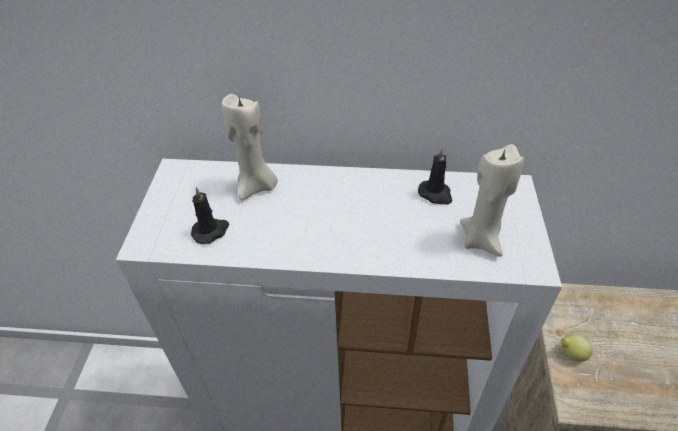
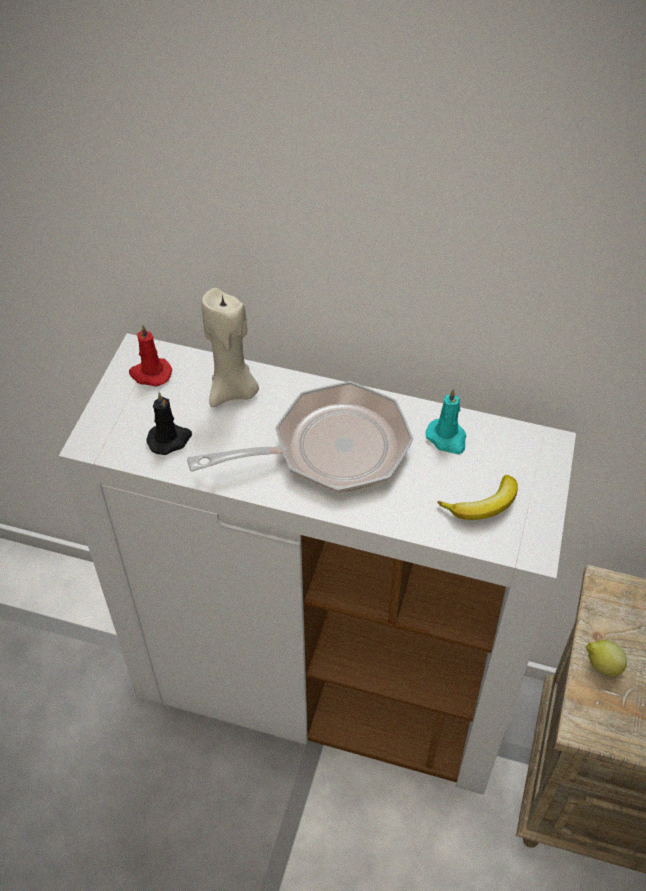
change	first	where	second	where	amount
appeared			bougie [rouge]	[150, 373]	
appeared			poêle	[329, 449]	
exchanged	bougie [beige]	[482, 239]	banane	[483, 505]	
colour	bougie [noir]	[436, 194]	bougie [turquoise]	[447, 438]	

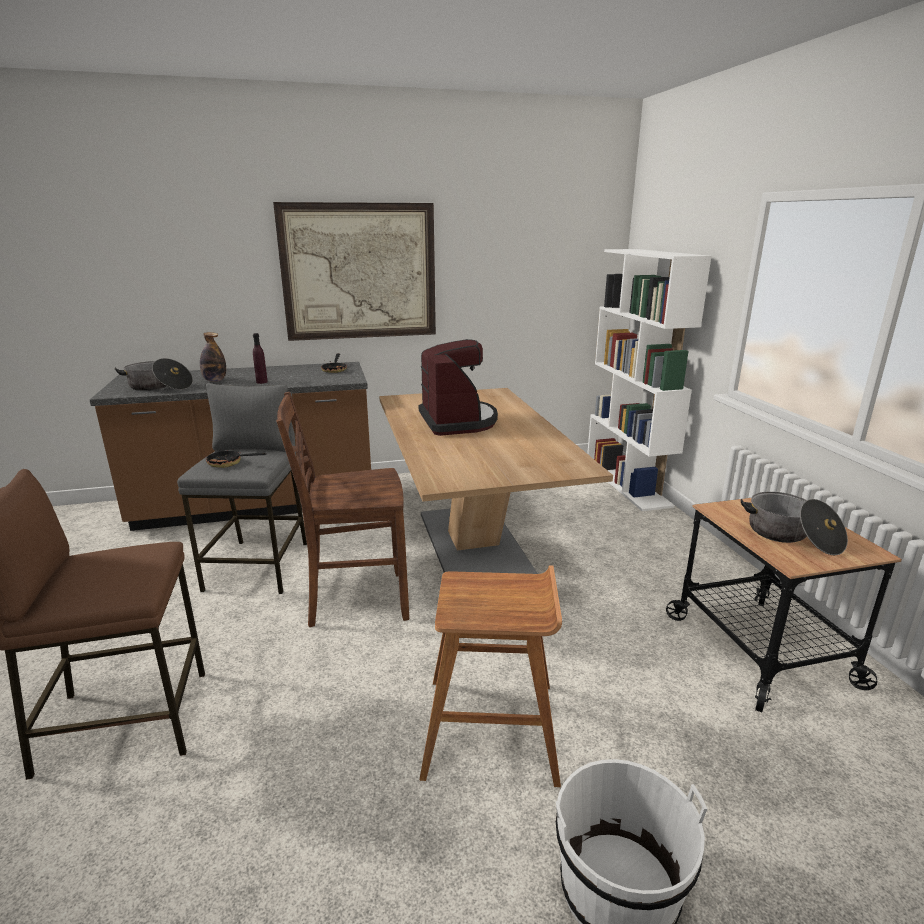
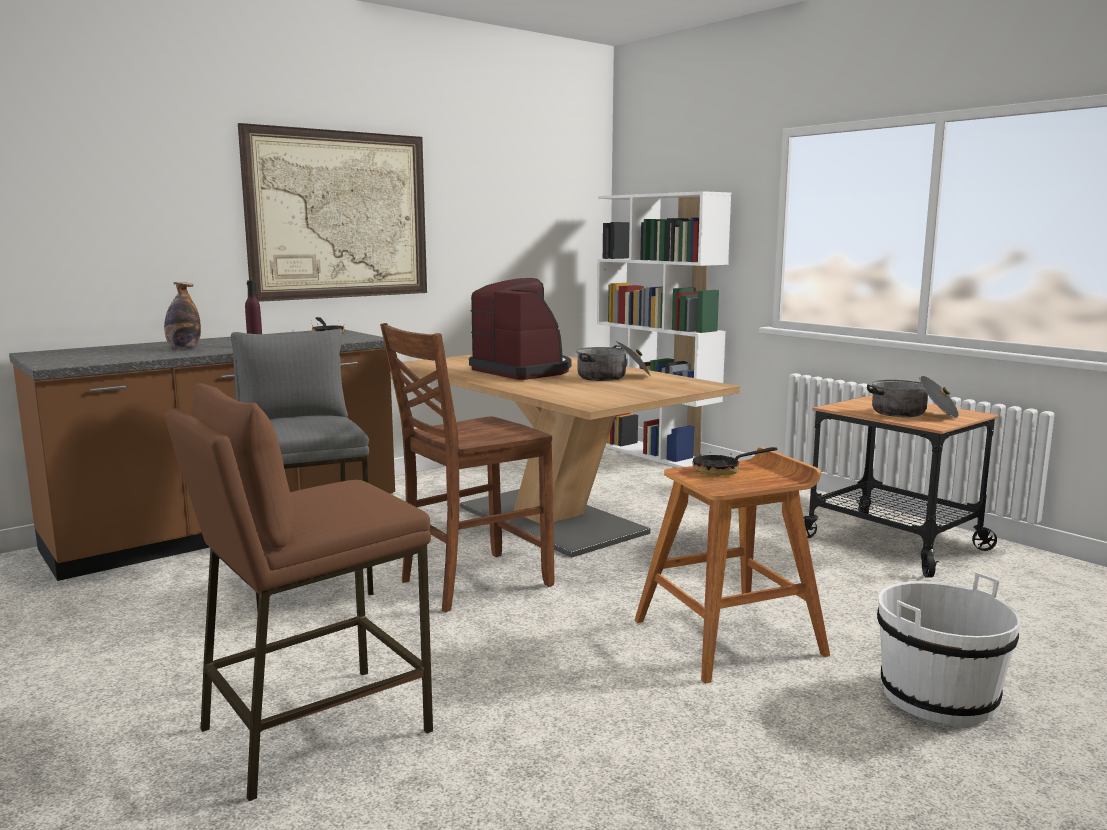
change	first	where	second	where	amount
relocated	marmite	[159, 387]		[612, 377]	
relocated	poêle	[229, 463]		[723, 470]	

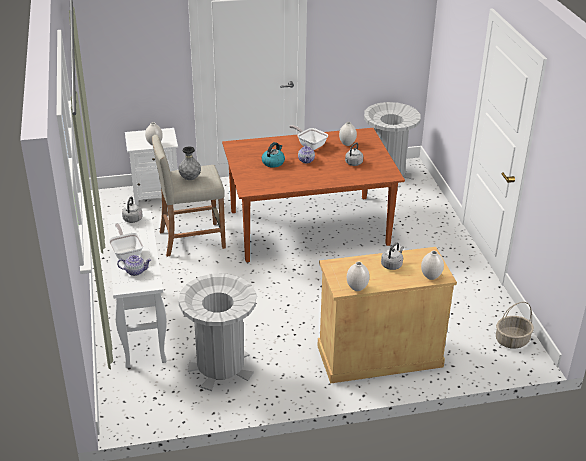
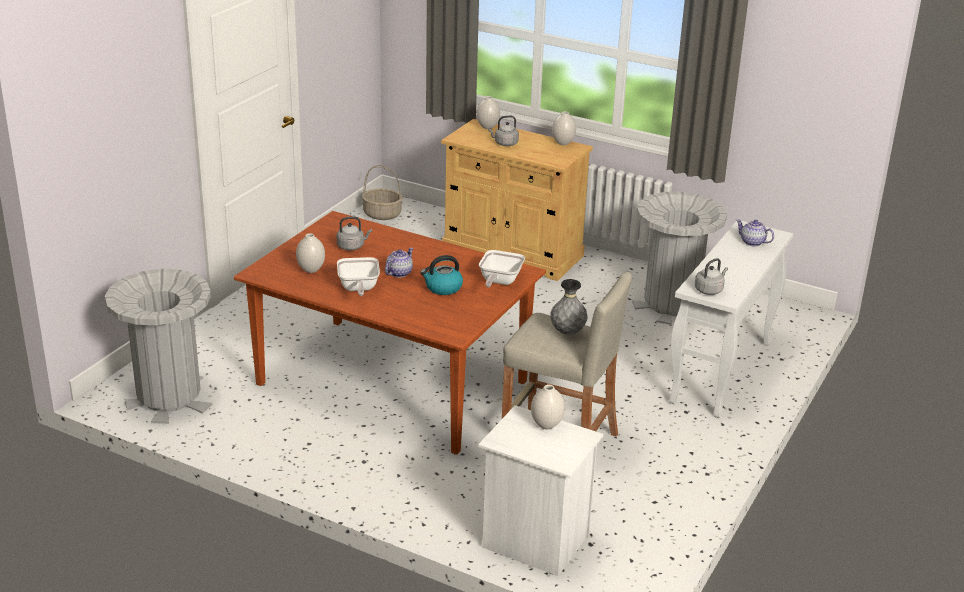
change	first	where	second	where	amount
relocated	poêle	[126, 253]		[499, 282]	

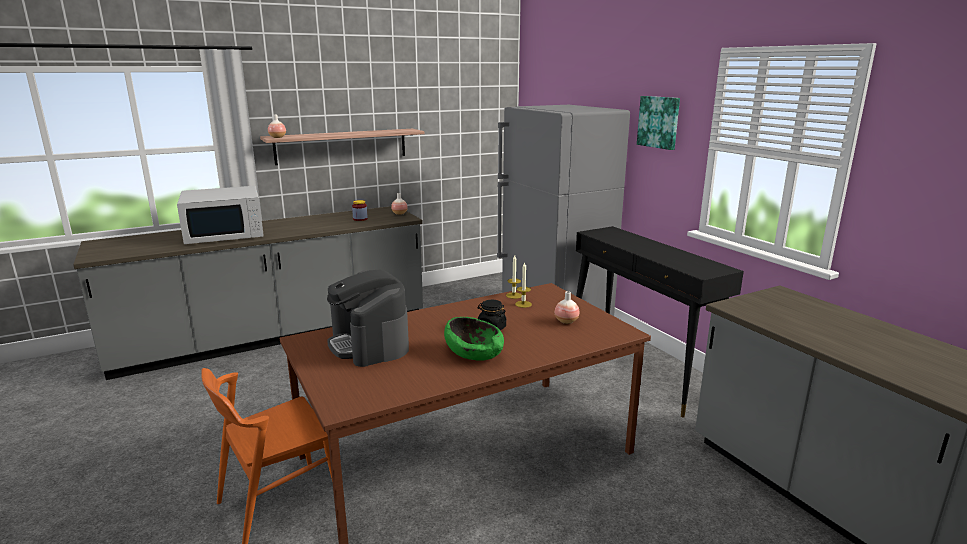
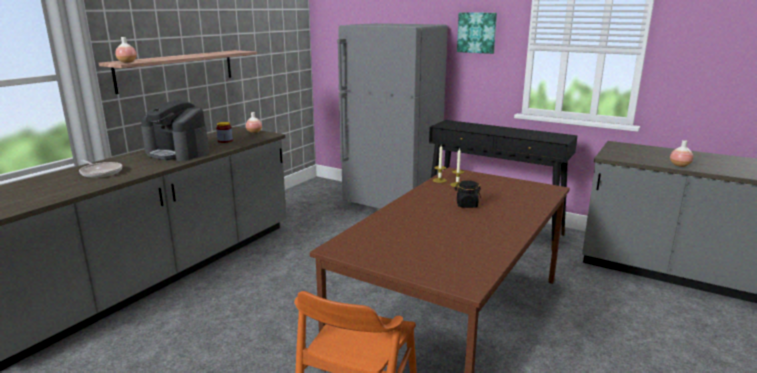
change	first	where	second	where	amount
missing	bol [vert]	[474, 353]			
relocated	machine à café	[369, 344]		[178, 153]	
relocated	vase	[566, 321]		[679, 165]	
exchanged	micro-ondes [blanc]	[225, 233]	poêle	[100, 172]	

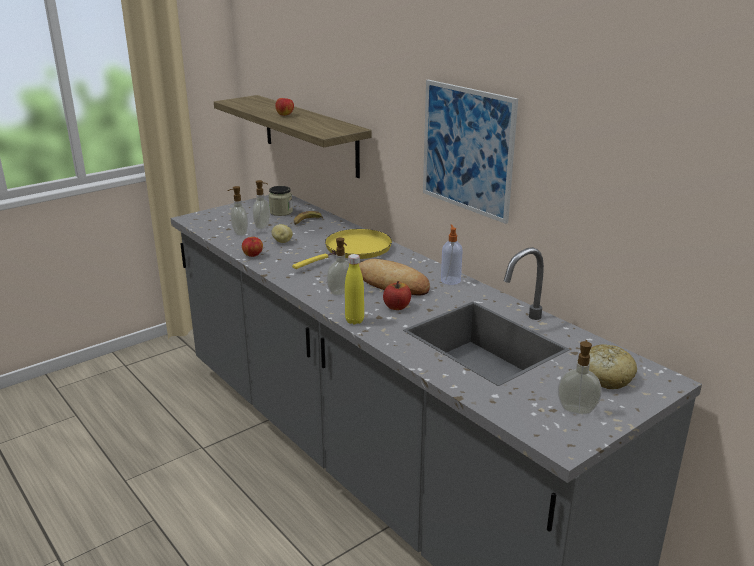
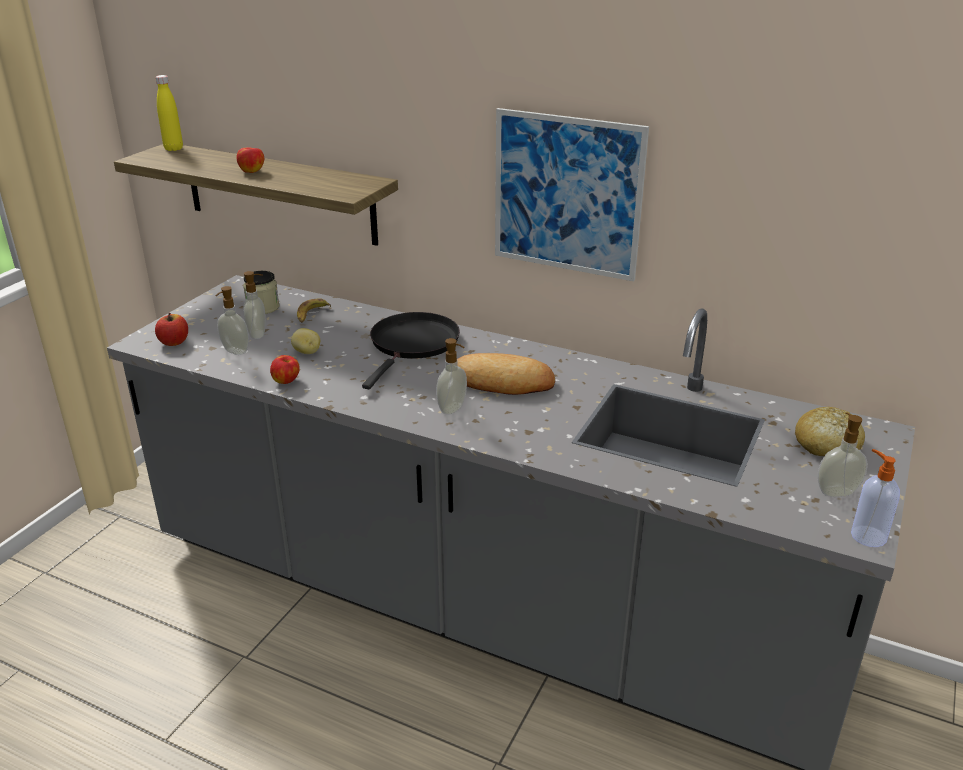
change	first	where	second	where	amount
relocated	bouteille [jaune]	[354, 320]		[173, 149]	
relocated	pomme	[397, 307]		[174, 342]	
relocated	distributeur de savon	[450, 280]		[867, 535]	
colour	poêle [jaune]	[354, 250]	poêle [noir]	[413, 344]	

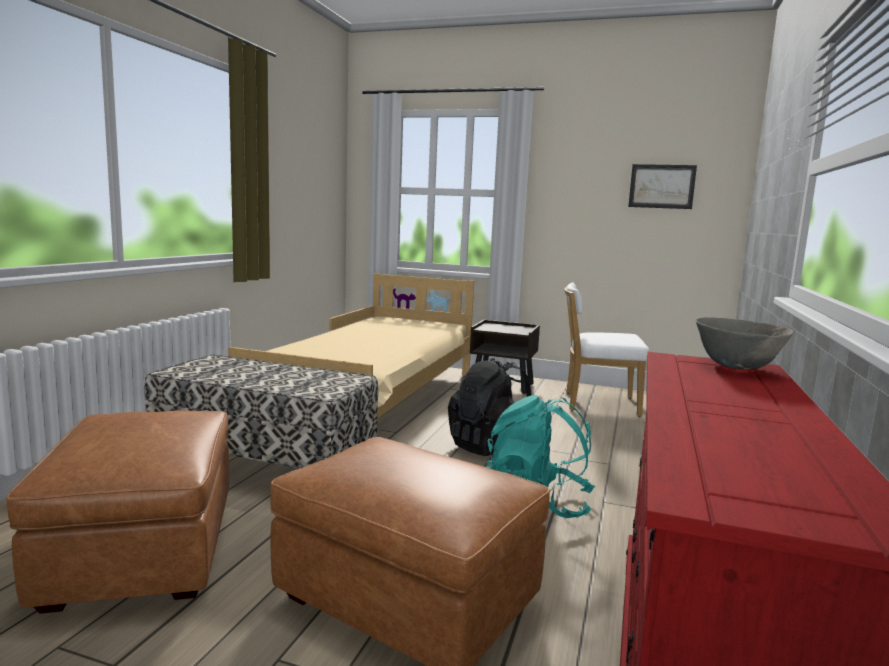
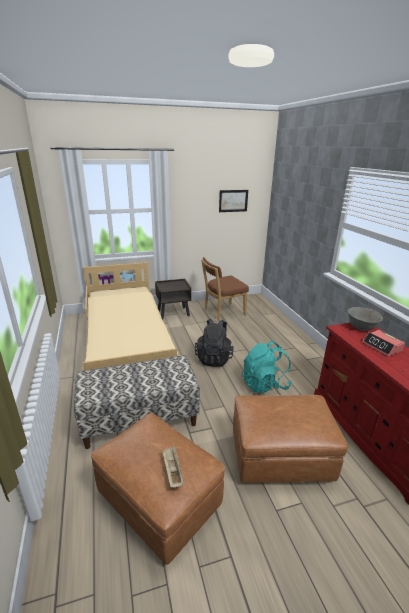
change	first	where	second	where	amount
appeared			plateau [beige]	[172, 471]	
appeared			réveil	[382, 347]	
colour	chaise [blanc]	[597, 403]	chaise [marron]	[222, 312]	

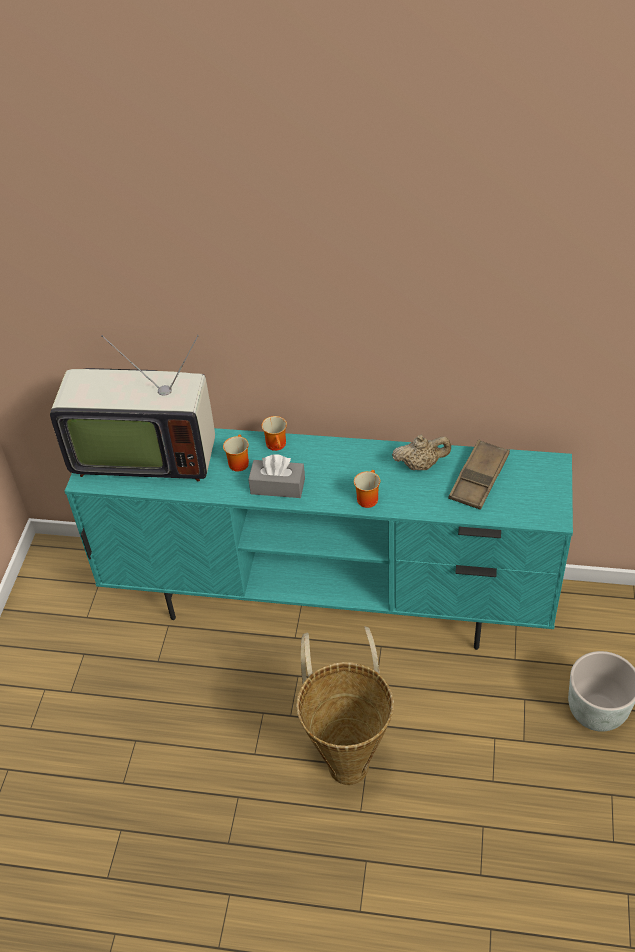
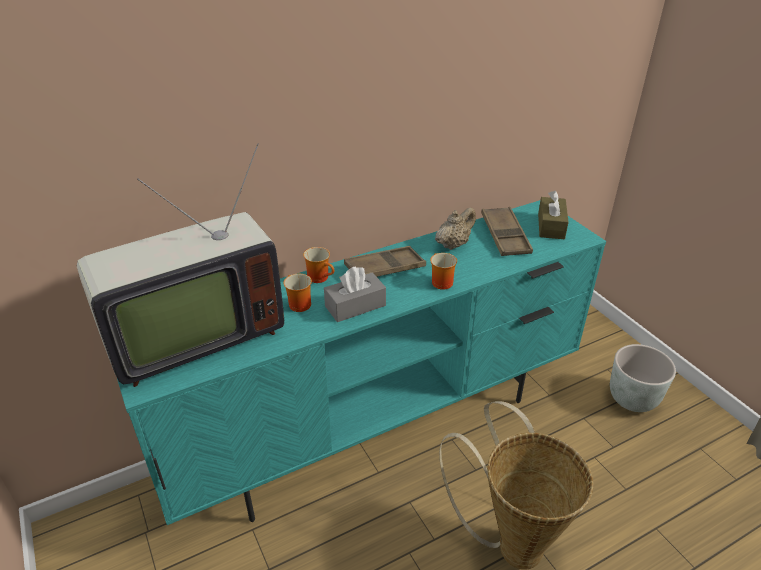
change	first	where	second	where	amount
appeared			plateau [marron]	[385, 268]	
appeared			boîte à mouchoirs [marron]	[551, 226]	

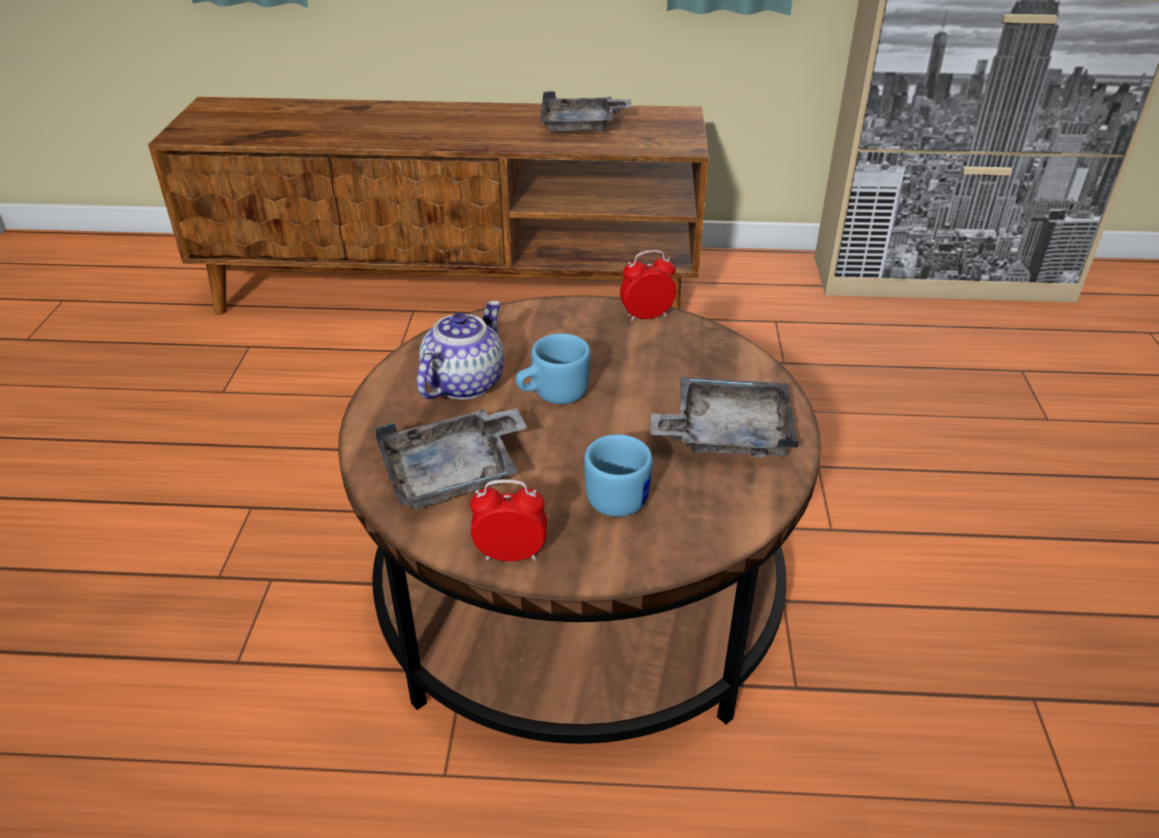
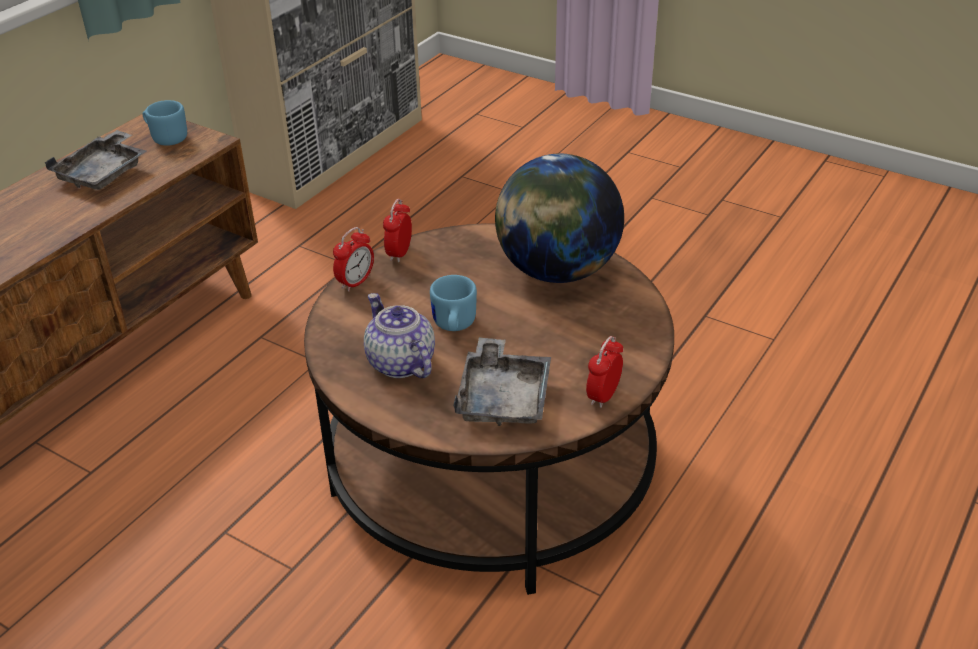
change	first	where	second	where	amount
appeared			réveil	[355, 282]	
relocated	mug [bleu]	[618, 493]		[166, 138]	
exchanged	plateau [gris]	[726, 433]	globe	[557, 271]	

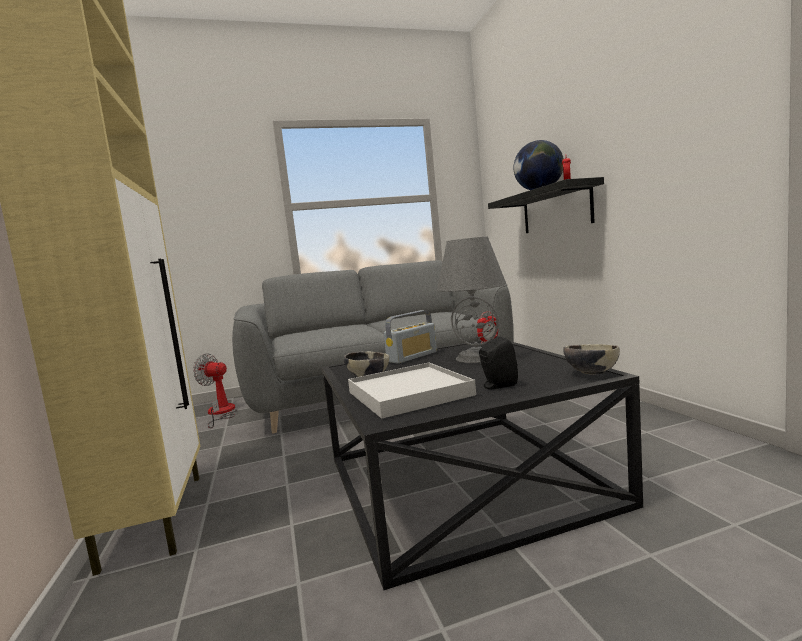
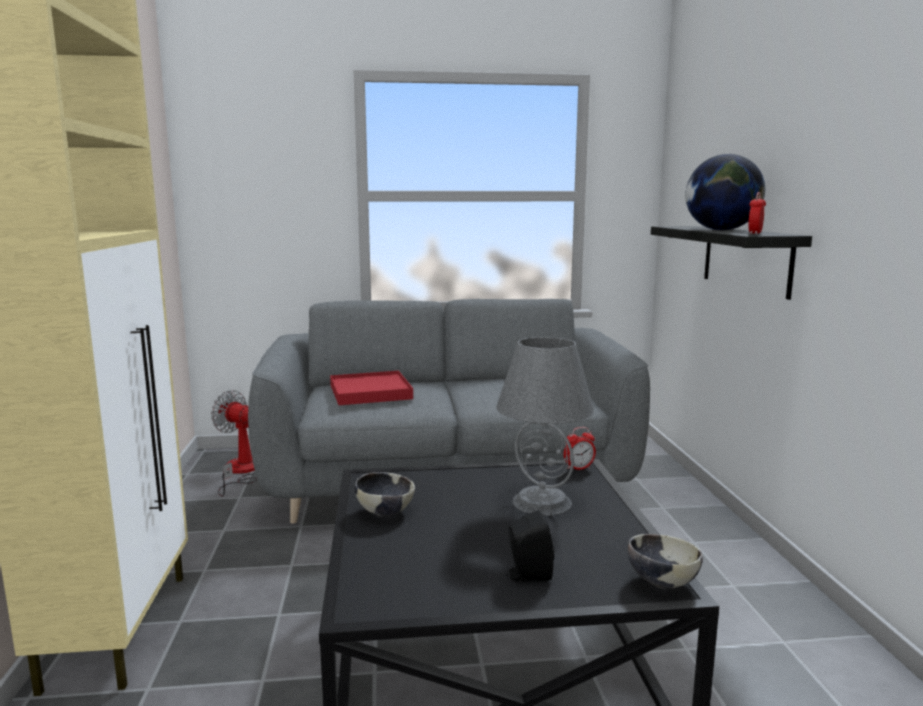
change	first	where	second	where	amount
missing	plateau [blanc]	[409, 393]			
missing	radio	[412, 356]			
appeared			plateau [rouge]	[370, 392]	

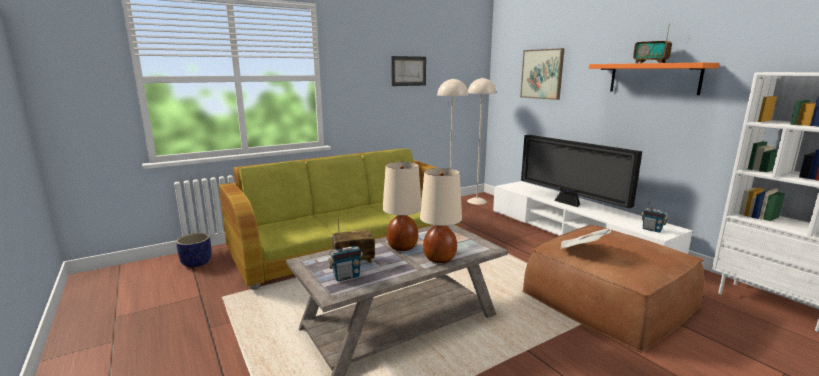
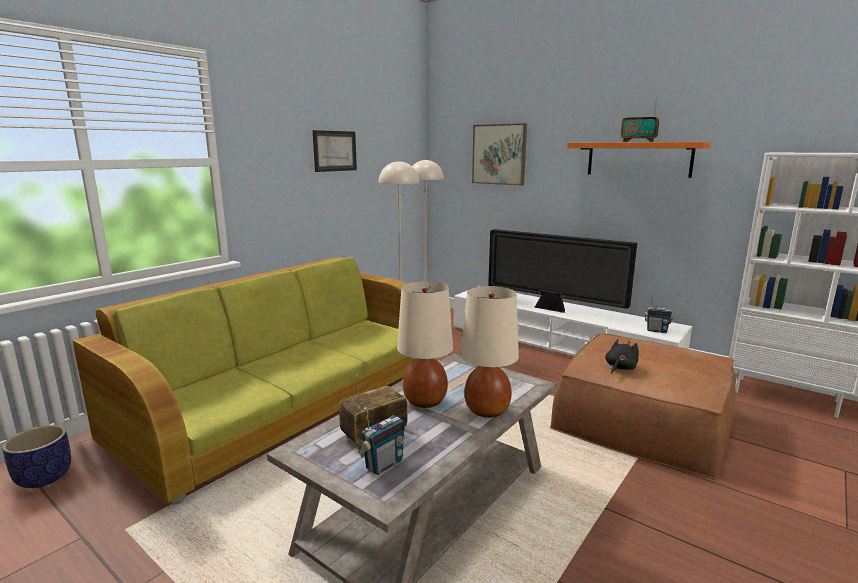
change	first	where	second	where	amount
exchanged	journal	[581, 250]	peluche [noir]	[620, 368]	

